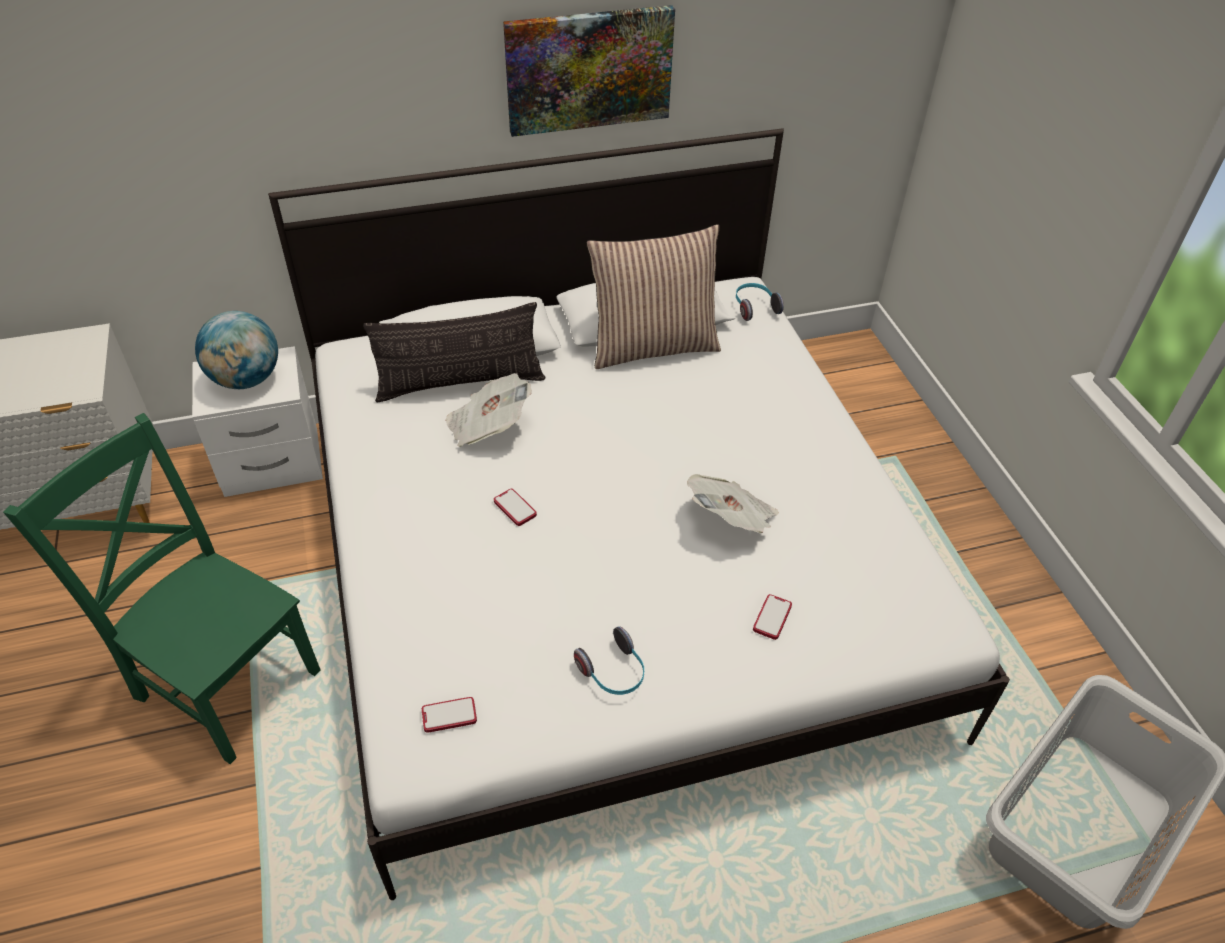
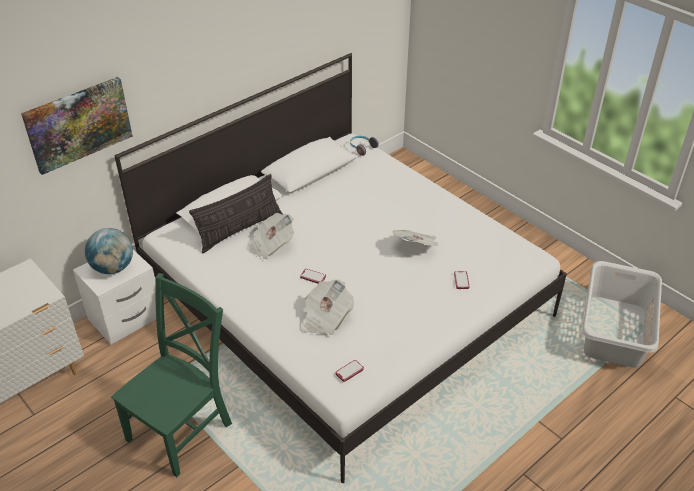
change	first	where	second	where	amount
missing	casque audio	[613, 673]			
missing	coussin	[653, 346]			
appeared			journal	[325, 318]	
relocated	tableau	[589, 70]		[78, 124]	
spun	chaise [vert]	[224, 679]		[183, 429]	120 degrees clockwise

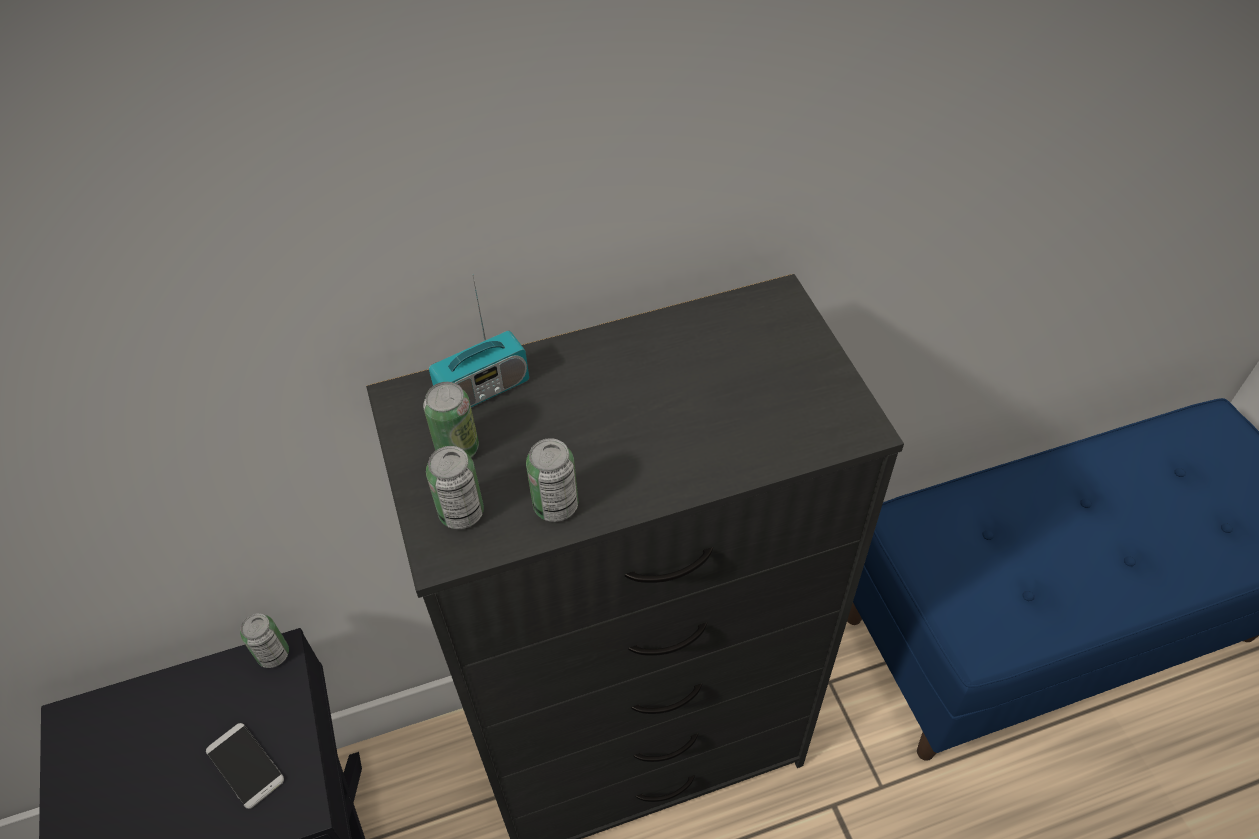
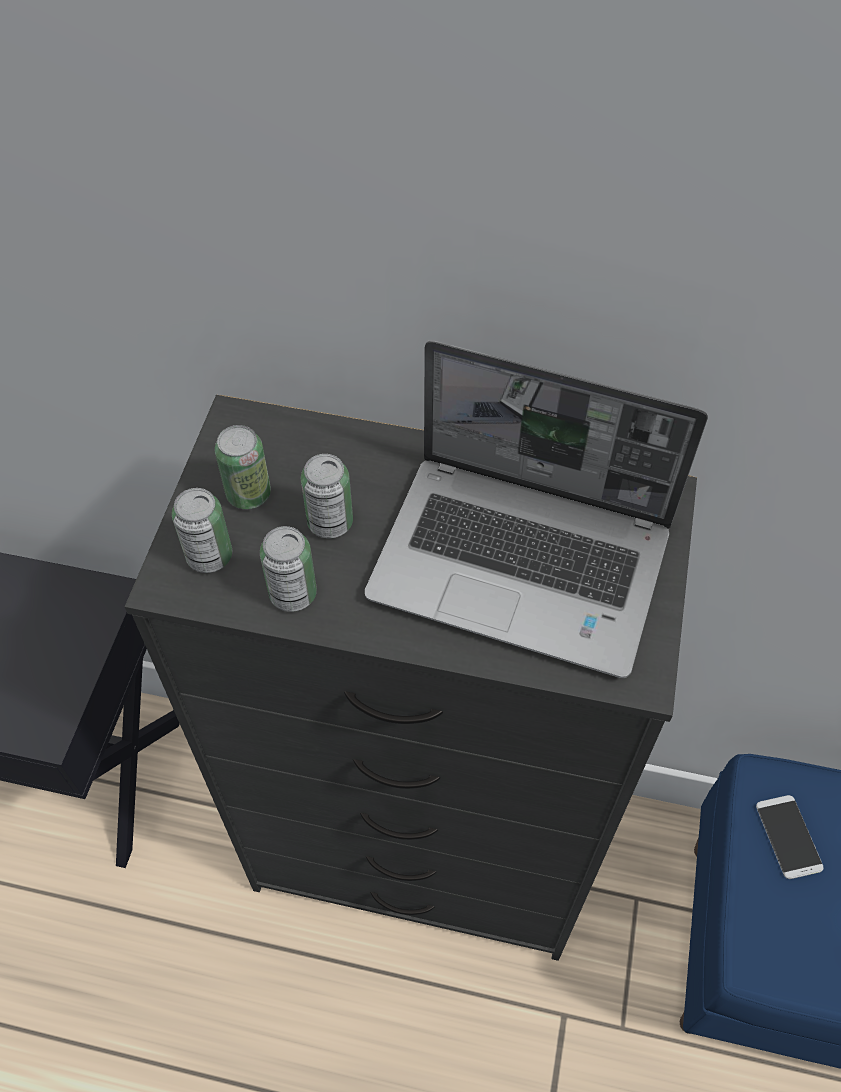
change	first	where	second	where	amount
missing	radio	[483, 390]			
appeared			ordinateur portable	[524, 563]	
relocated	téléphone	[245, 765]		[788, 837]	
relocated	boîte métallique	[273, 654]		[330, 522]	

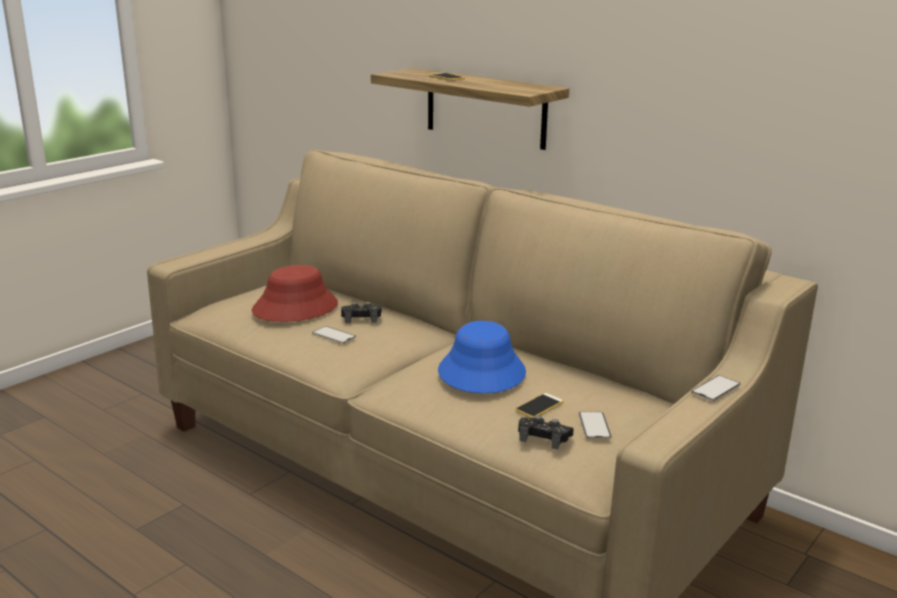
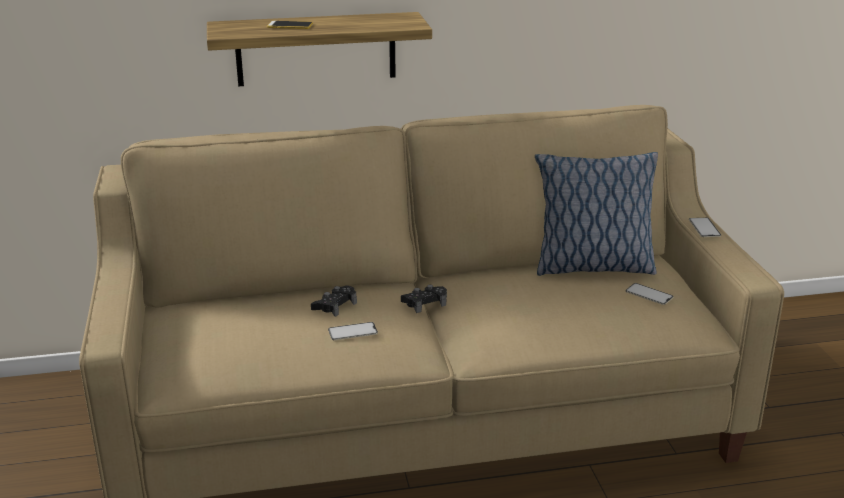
change	first	where	second	where	amount
missing	chapeau [rouge]	[295, 308]			
missing	chapeau [bleu]	[481, 372]			
missing	téléphone	[539, 406]			
appeared			coussin	[591, 267]	
relocated	manette [noir]	[544, 437]		[424, 303]	

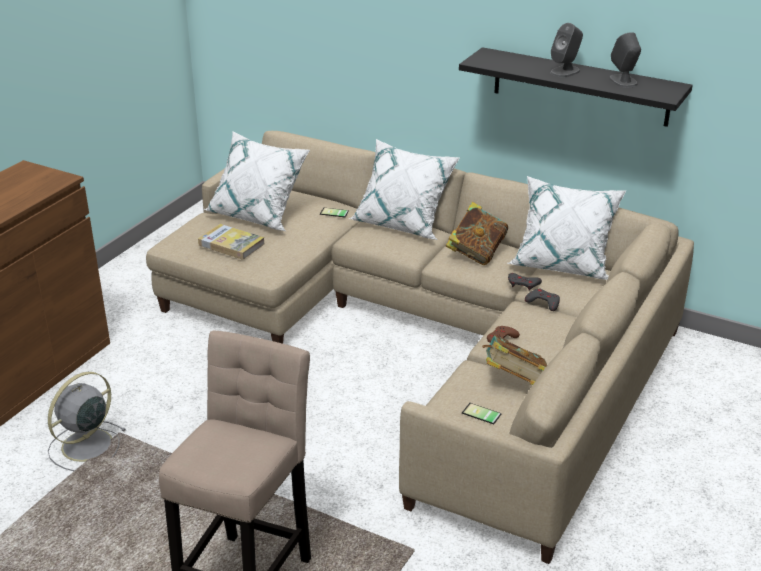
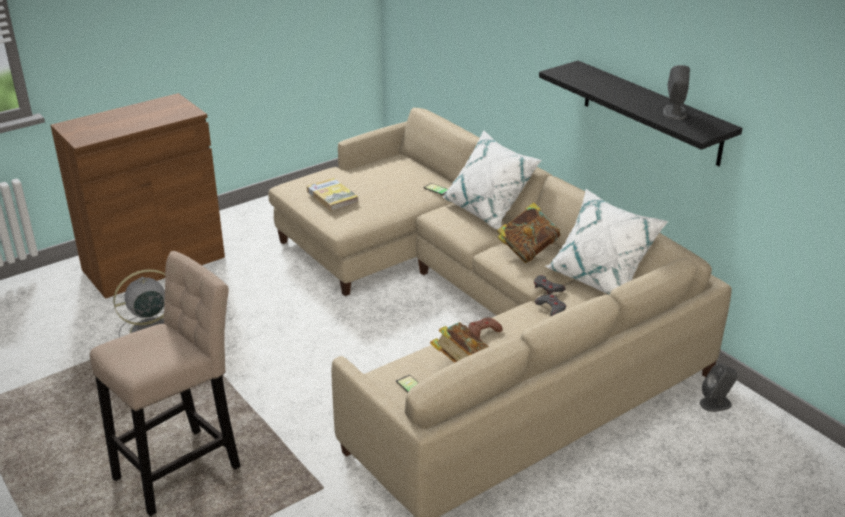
change	first	where	second	where	amount
missing	coussin [blanc]	[258, 214]			
relocated	enceinte [gris]	[565, 71]		[716, 403]	

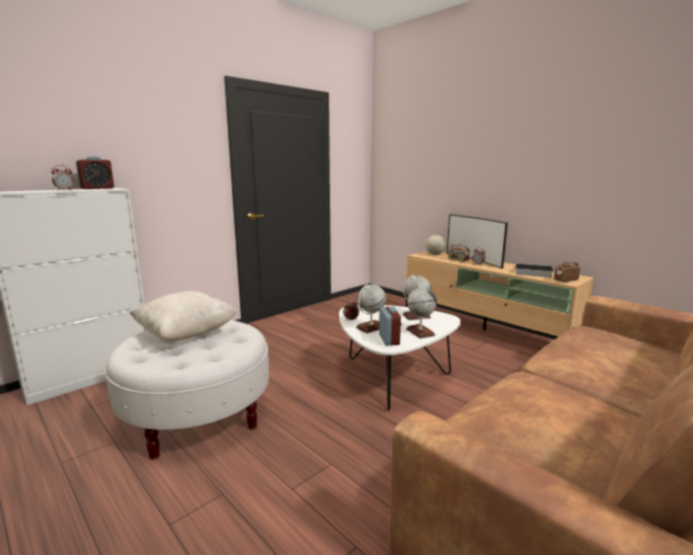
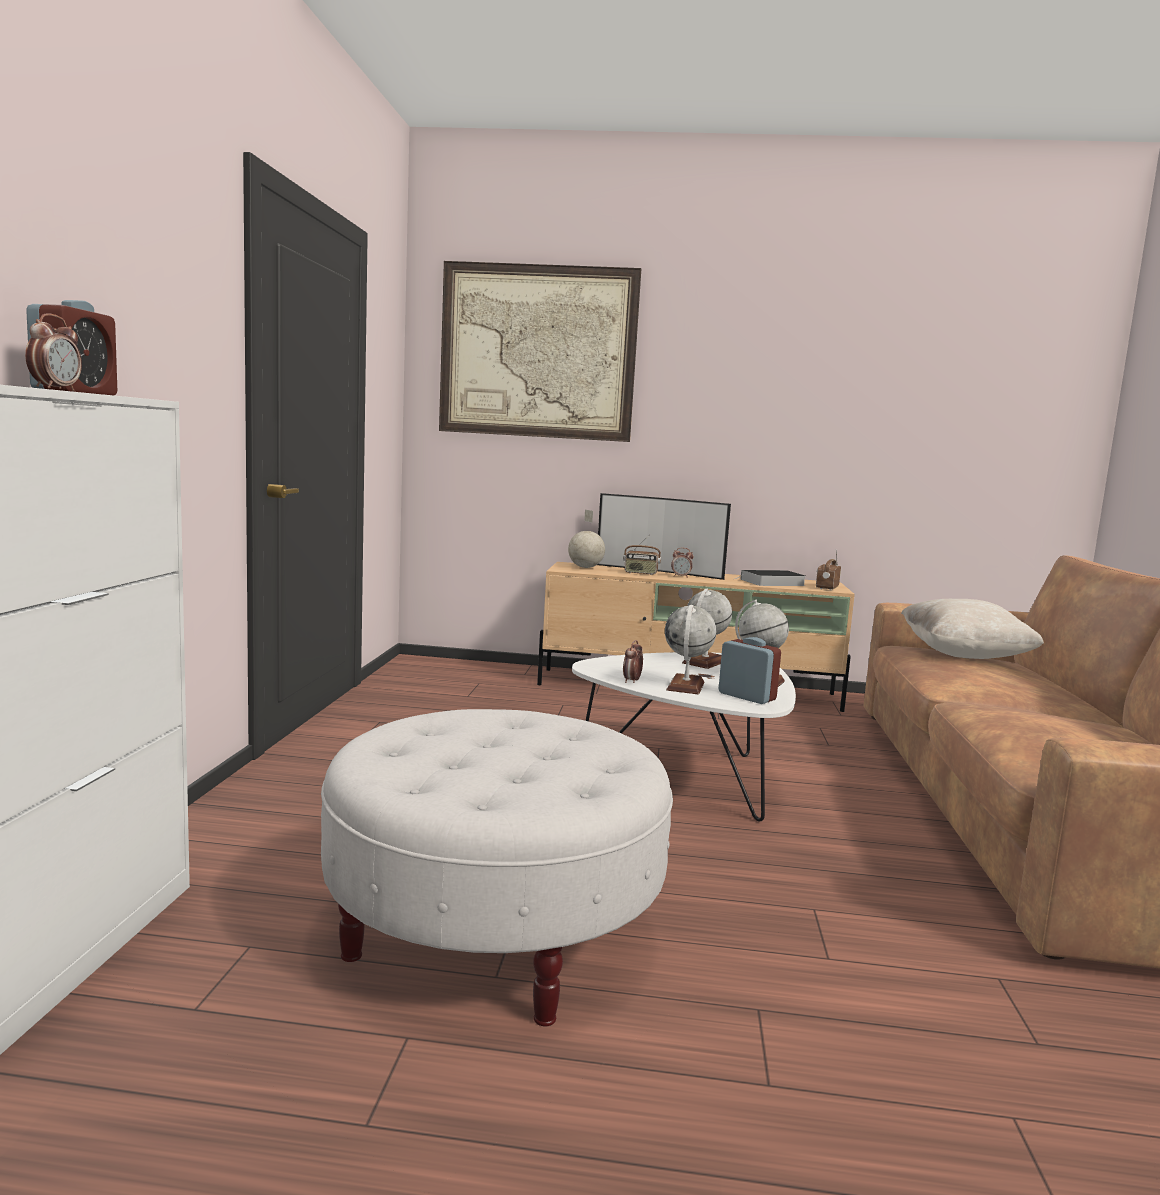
change	first	where	second	where	amount
appeared			tableau	[537, 352]	
relocated	coussin [beige]	[186, 334]		[964, 655]	

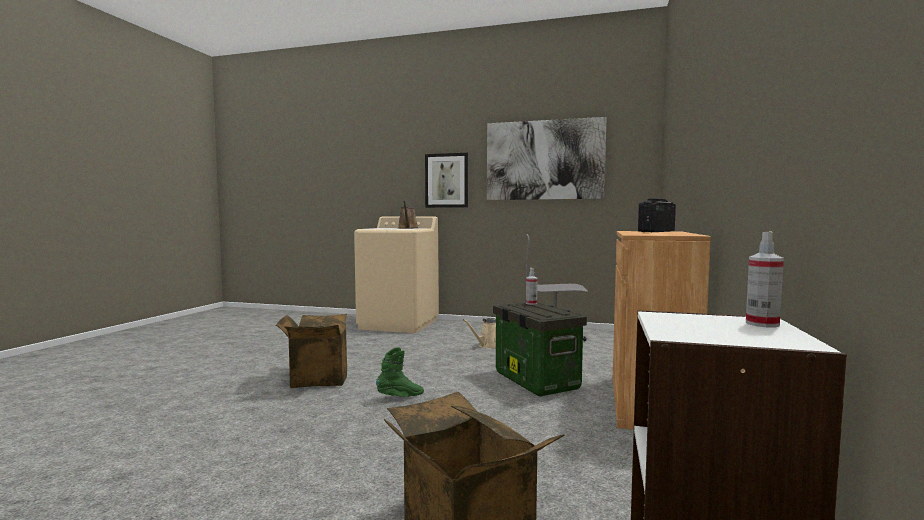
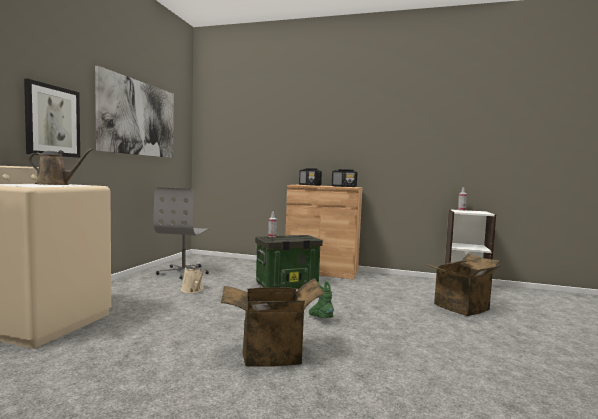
change	first	where	second	where	amount
appeared			radio	[344, 186]	

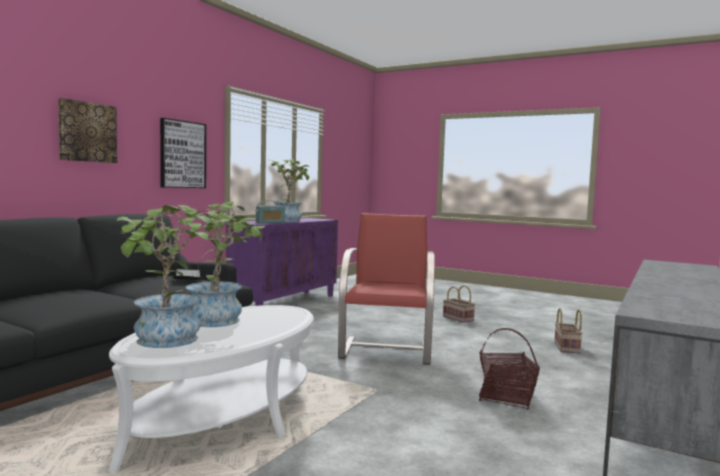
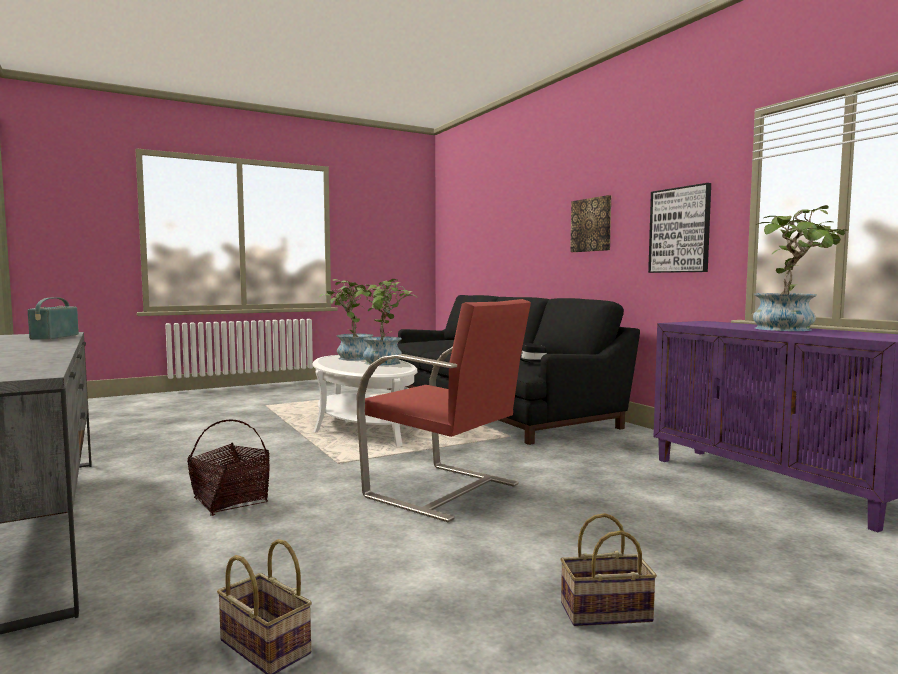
change	first	where	second	where	amount
relocated	radio	[270, 222]		[54, 337]	

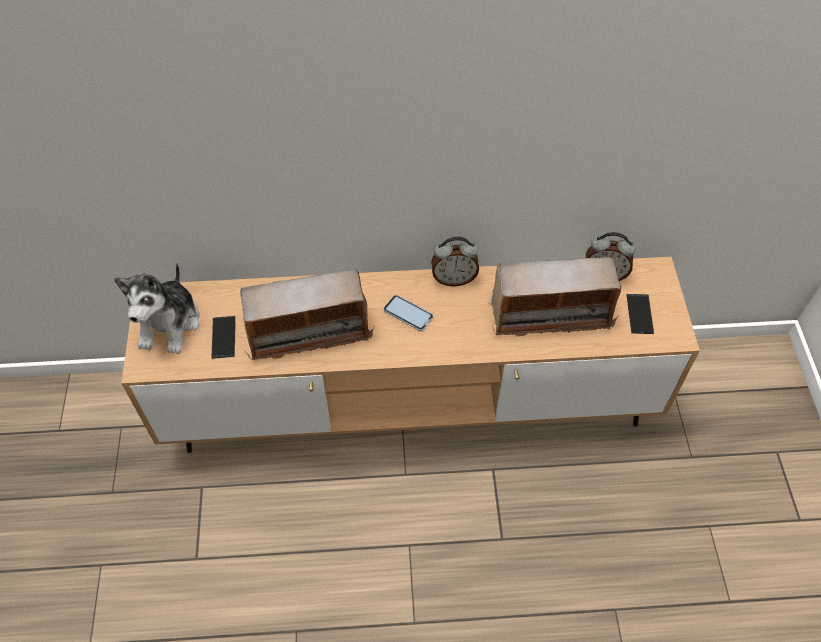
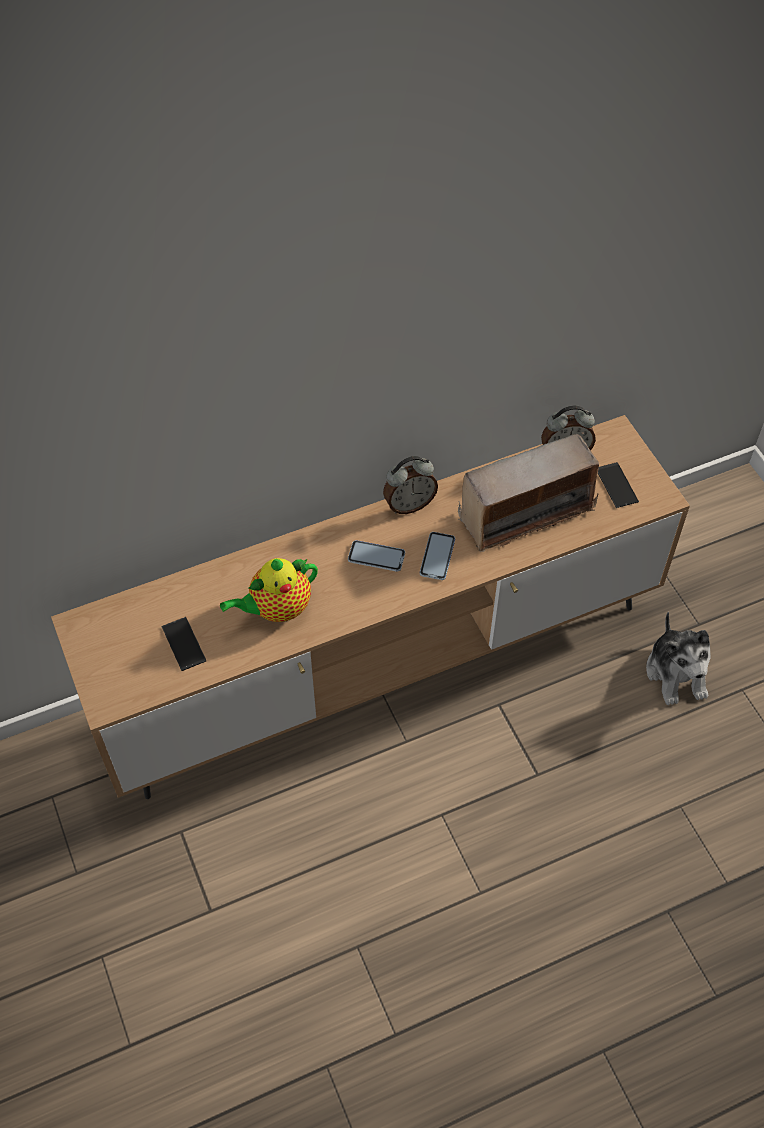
change	first	where	second	where	amount
appeared			téléphone	[437, 556]	
relocated	peluche	[170, 324]		[676, 673]	
exchanged	radio	[309, 332]	théière	[277, 609]	

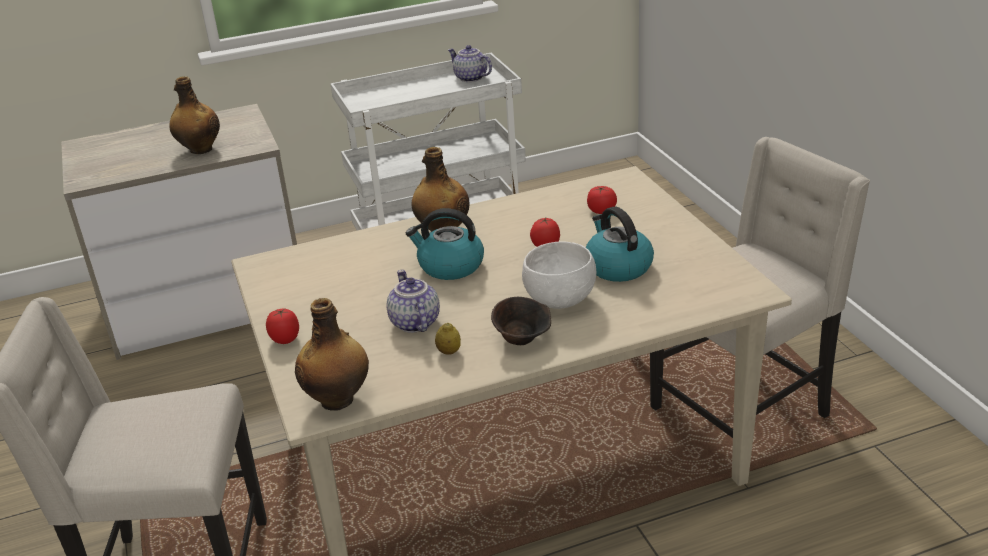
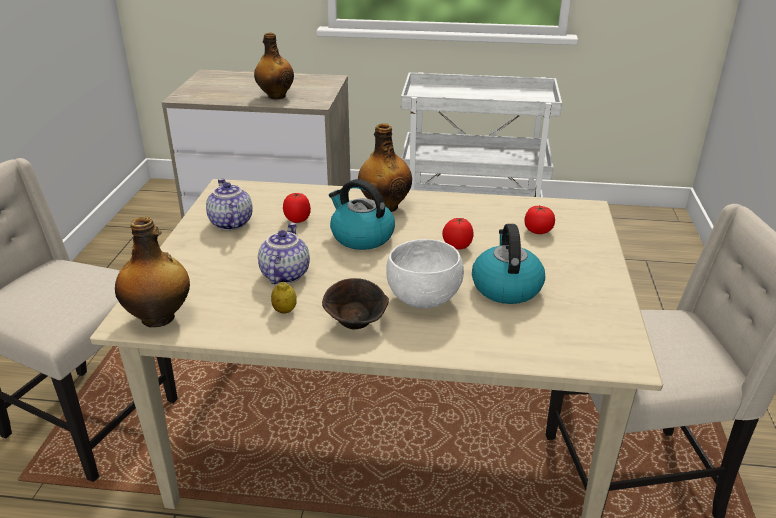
change	first	where	second	where	amount
relocated	tomate	[285, 339]		[297, 220]	
relocated	théière	[470, 78]		[230, 223]	

